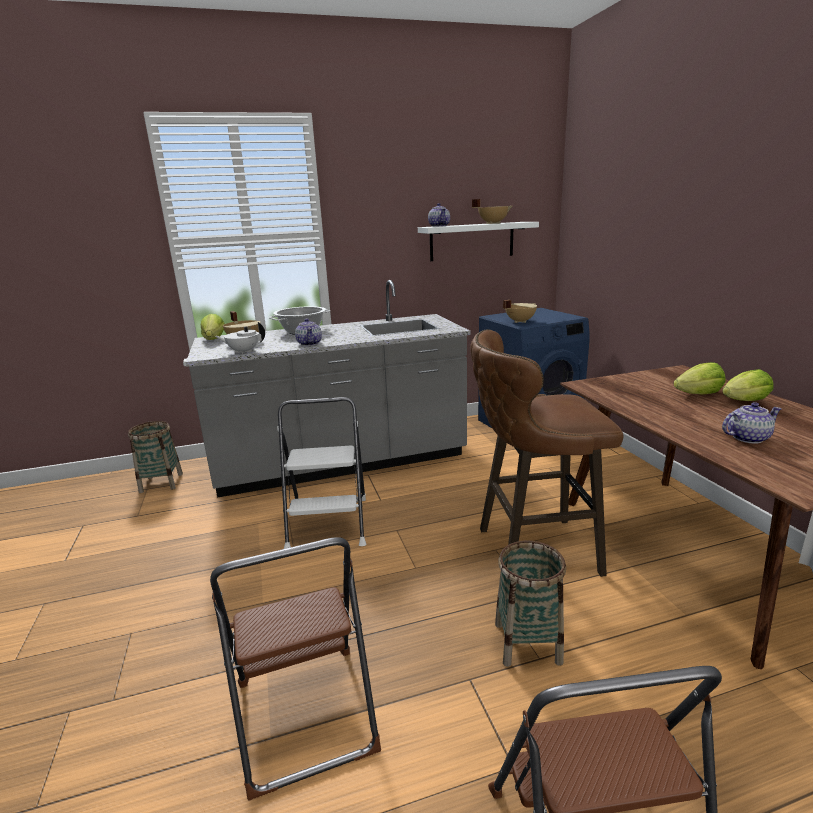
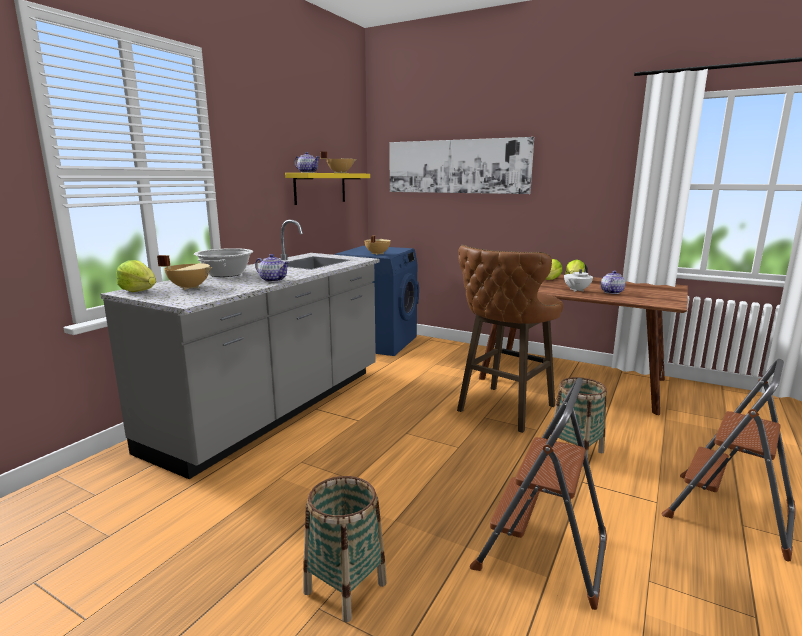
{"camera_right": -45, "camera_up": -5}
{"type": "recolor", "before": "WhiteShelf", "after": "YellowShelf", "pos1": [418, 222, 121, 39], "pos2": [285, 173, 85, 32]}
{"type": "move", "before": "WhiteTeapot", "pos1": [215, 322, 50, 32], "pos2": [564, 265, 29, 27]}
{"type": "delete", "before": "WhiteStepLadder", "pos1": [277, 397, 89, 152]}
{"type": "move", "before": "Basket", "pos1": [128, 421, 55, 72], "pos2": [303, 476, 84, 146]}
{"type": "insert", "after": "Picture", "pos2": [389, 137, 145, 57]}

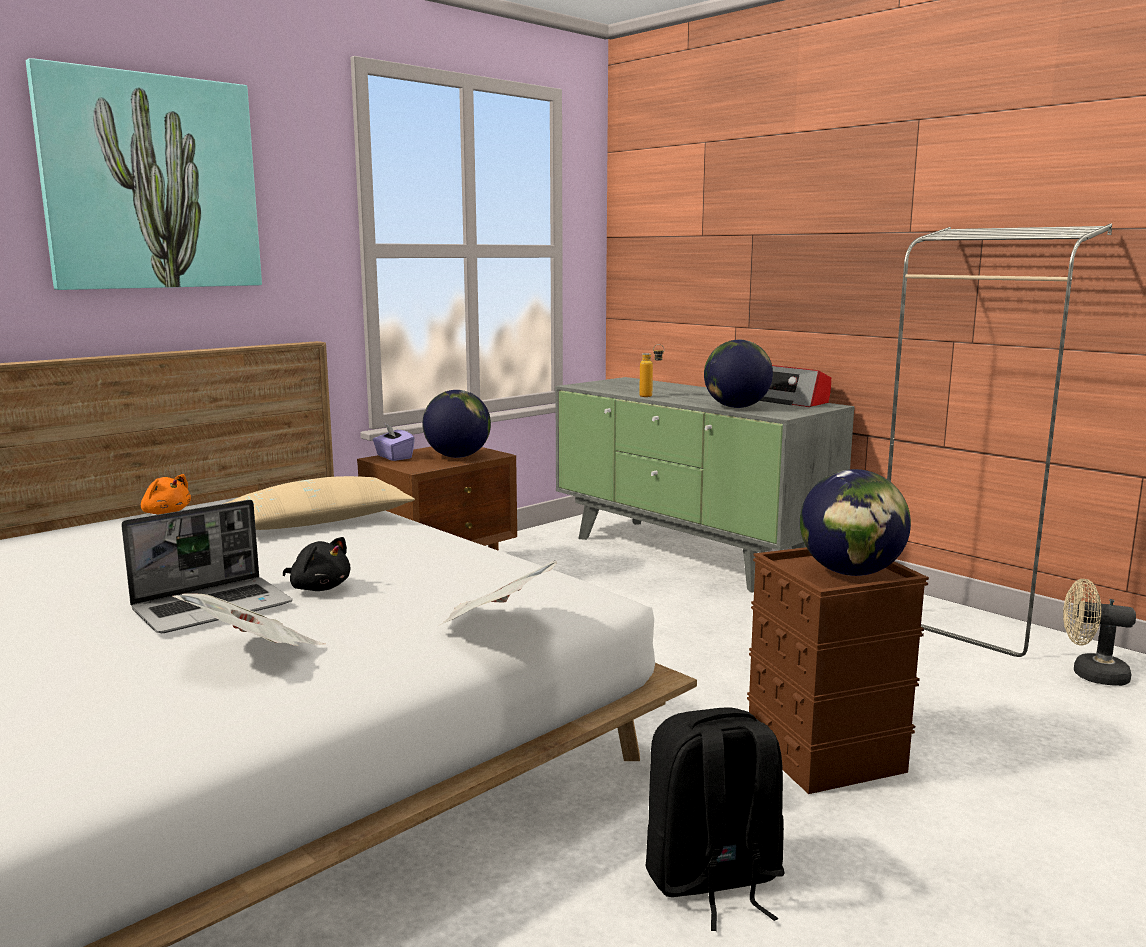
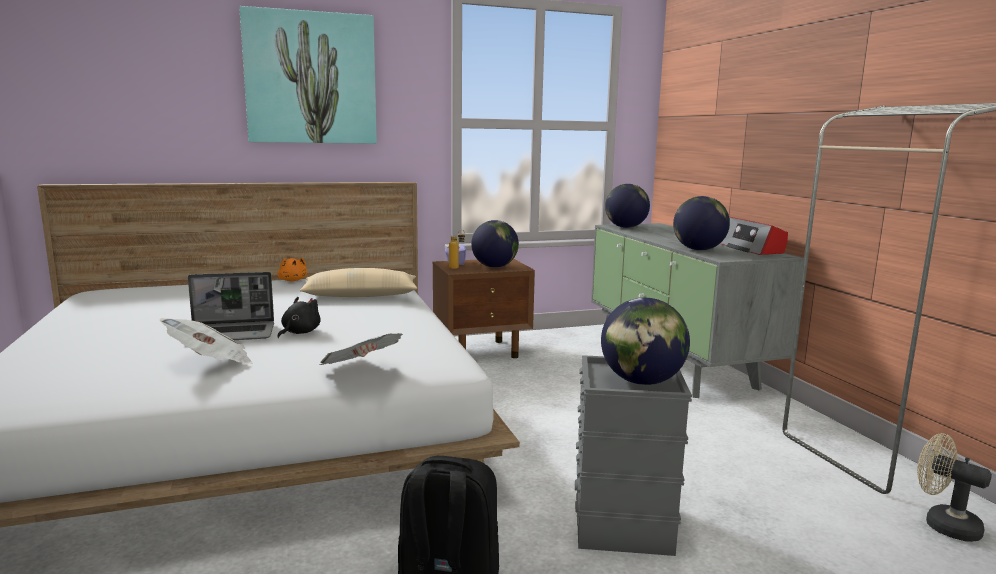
{"camera_right": 25, "camera_up": 0}
{"type": "move", "before": "Bottle", "pos1": [639, 344, 25, 53], "pos2": [449, 230, 16, 39]}
{"type": "rotate", "before": "BlackPlushToy", "pos1": [283, 537, 67, 54], "pos2": [277, 297, 44, 41], "turn": -120}
{"type": "recolor", "before": "BrownStorageBox", "after": "GreyStorageBox", "pos1": [747, 547, 182, 247], "pos2": [575, 355, 117, 201]}
{"type": "insert", "after": "Globe", "pos2": [605, 184, 45, 44]}

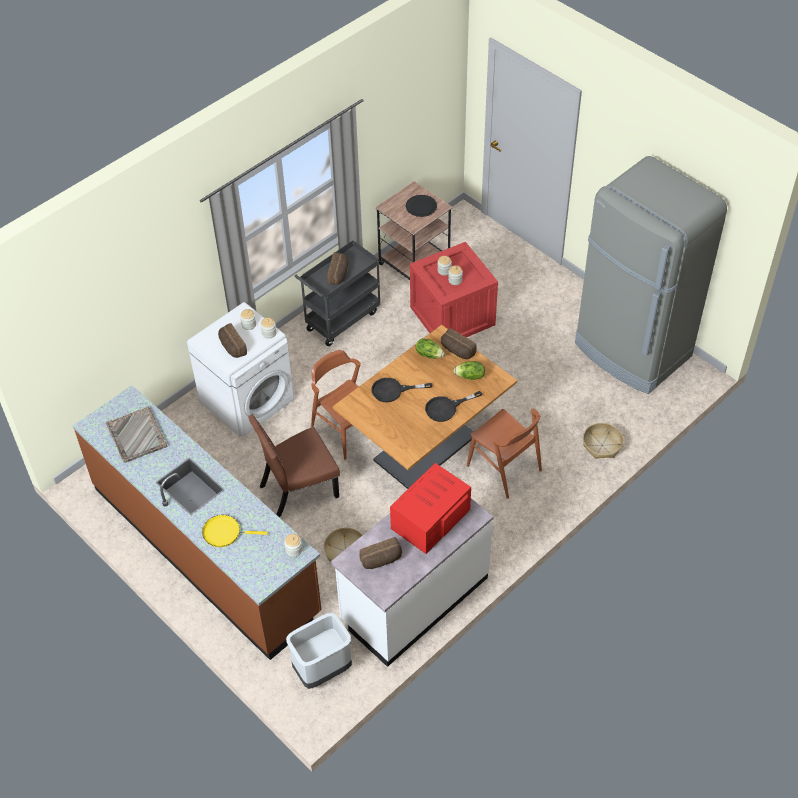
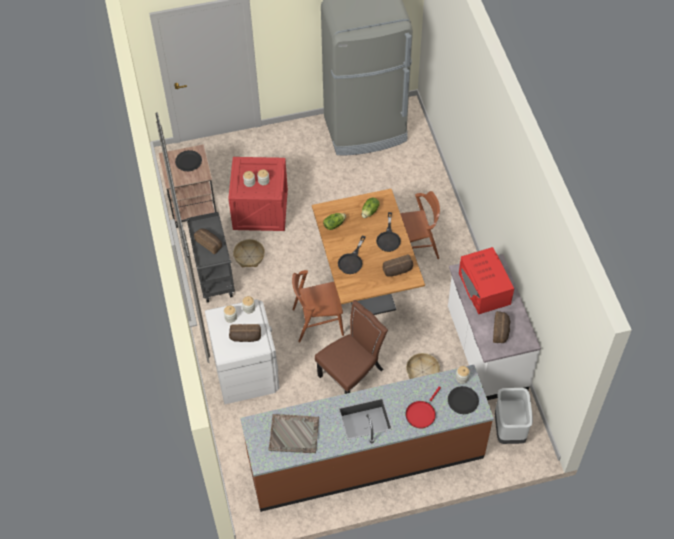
{"camera_right": -60, "camera_up": 5}
{"type": "move", "before": "Bread", "pos1": [441, 328, 36, 31], "pos2": [383, 254, 30, 23]}
{"type": "rotate", "before": "BrownChair", "pos1": [248, 415, 92, 102], "pos2": [315, 300, 73, 94], "turn": -135}
{"type": "move", "before": "Basket", "pos1": [583, 423, 41, 36], "pos2": [233, 239, 32, 29]}
{"type": "recolor", "before": "YellowFryingPan", "after": "RedFryingPan", "pos1": [202, 515, 66, 32], "pos2": [405, 387, 36, 41]}
{"type": "insert", "after": "BlackPlate", "pos2": [448, 386, 31, 28]}

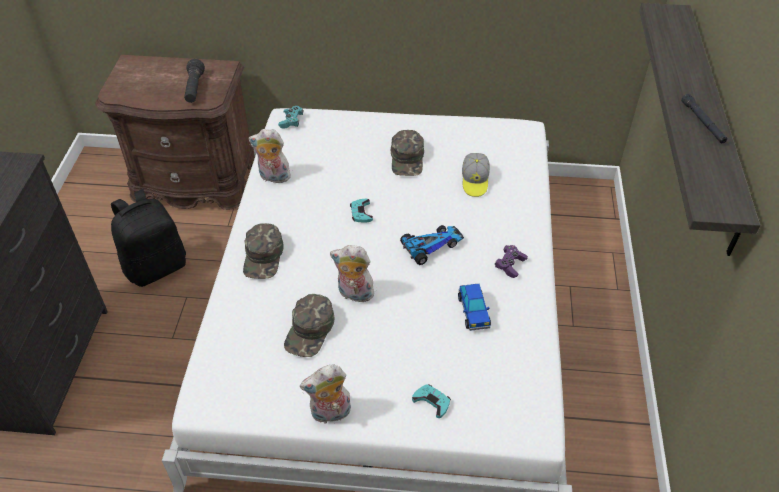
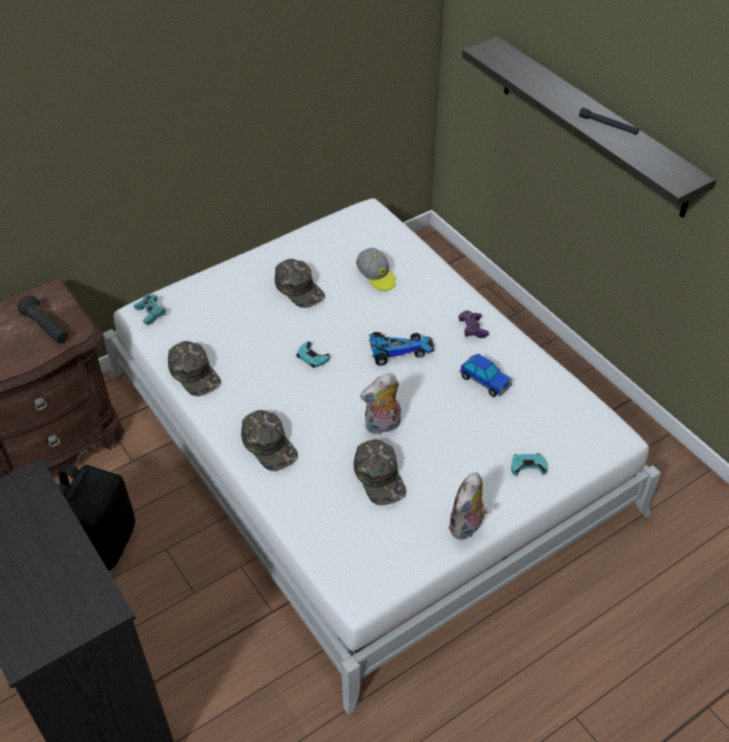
{"camera_right": -40, "camera_up": 0}
{"type": "replace", "before": "PlushToy", "after": "GreenCap", "pos1": [249, 129, 45, 54], "pos2": [168, 341, 53, 55]}
{"type": "rotate", "before": "ToyCar", "pos1": [400, 225, 64, 40], "pos2": [369, 332, 65, 34], "turn": 60}

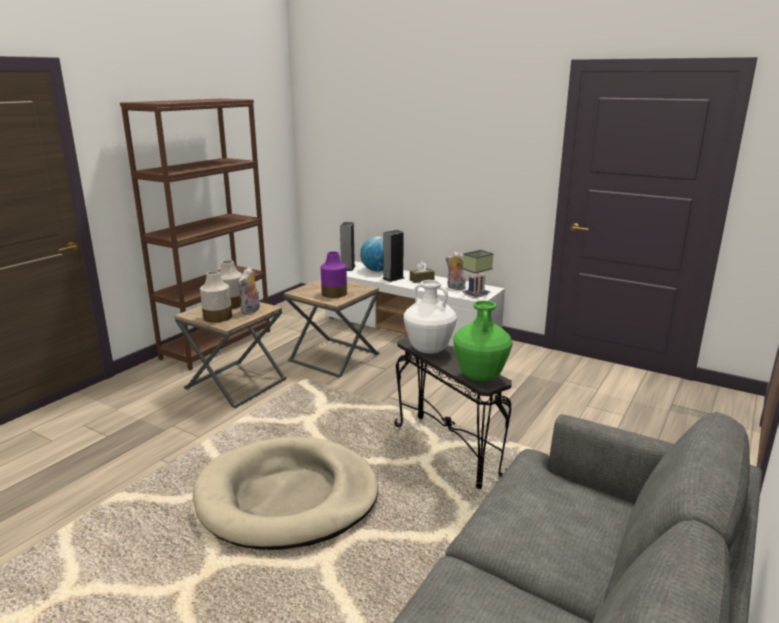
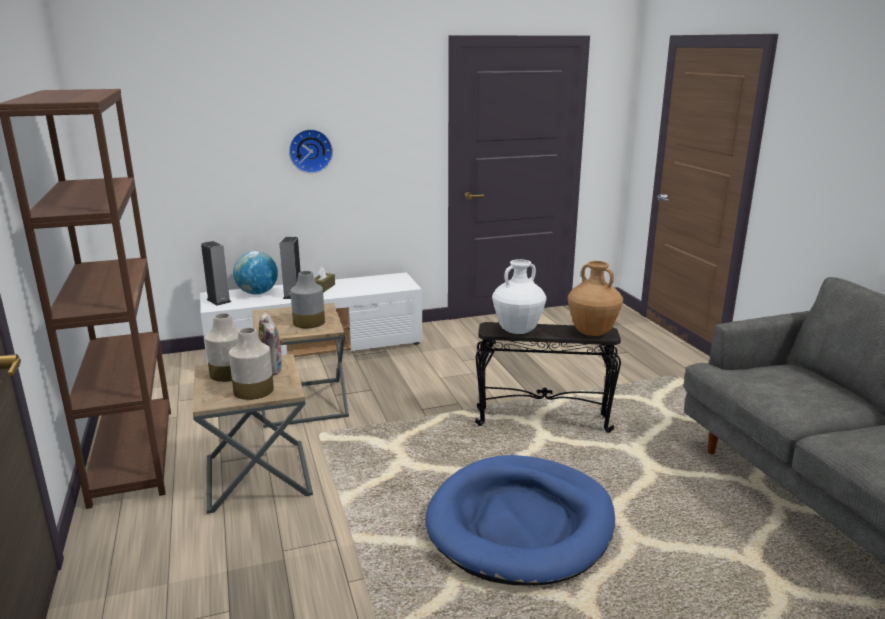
{"camera_right": -50, "camera_up": 0}
{"type": "delete", "before": "TableLamp", "pos1": [462, 250, 31, 48]}
{"type": "recolor", "before": "PurpleVase", "after": "GreyVase", "pos1": [321, 252, 26, 46], "pos2": [290, 271, 35, 57]}
{"type": "delete", "before": "PlushToy", "pos1": [446, 252, 20, 38]}
{"type": "recolor", "before": "GreenVase", "after": "BrownVase", "pos1": [453, 300, 59, 81], "pos2": [568, 261, 55, 75]}
{"type": "recolor", "before": "BeigeDogBed", "after": "BlueDogBed", "pos1": [193, 437, 185, 113], "pos2": [425, 455, 190, 130]}
{"type": "insert", "after": "WallClock", "pos2": [289, 129, 44, 44]}

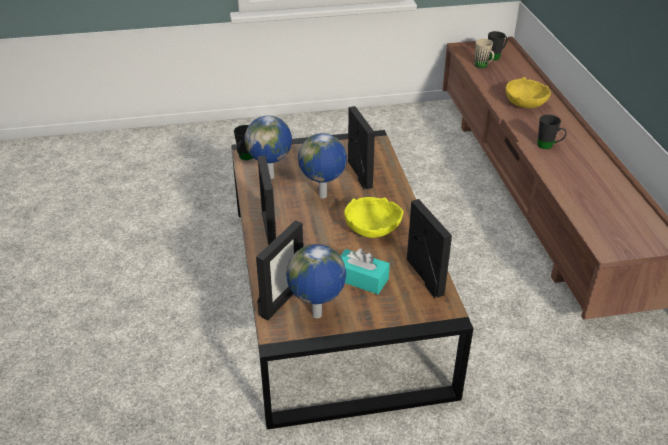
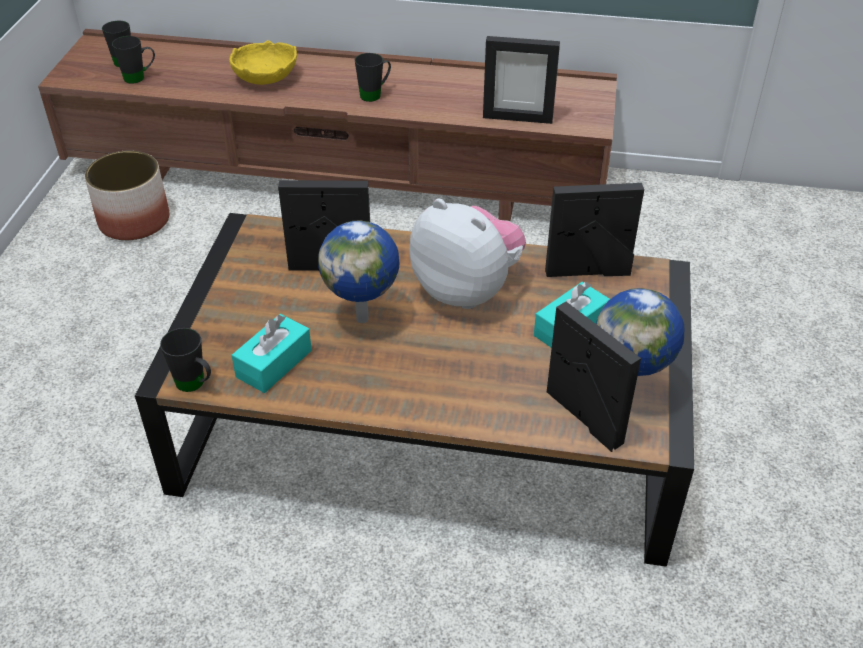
{"camera_right": -70, "camera_up": 5}
{"type": "recolor", "before": "BeigeMug", "after": "BlackMug", "pos1": [475, 39, 19, 29], "pos2": [112, 36, 43, 48]}
{"type": "replace", "before": "Globe", "after": "TurquoiseTissueBox", "pos1": [244, 116, 48, 63], "pos2": [232, 314, 80, 79]}
{"type": "move", "before": "PictureFrame", "pos1": [258, 155, 18, 90], "pos2": [483, 36, 77, 88]}
{"type": "replace", "before": "YellowBowl", "after": "PlushToy", "pos1": [344, 197, 59, 41], "pos2": [409, 199, 117, 110]}
{"type": "insert", "after": "Planter", "pos2": [85, 150, 84, 90]}

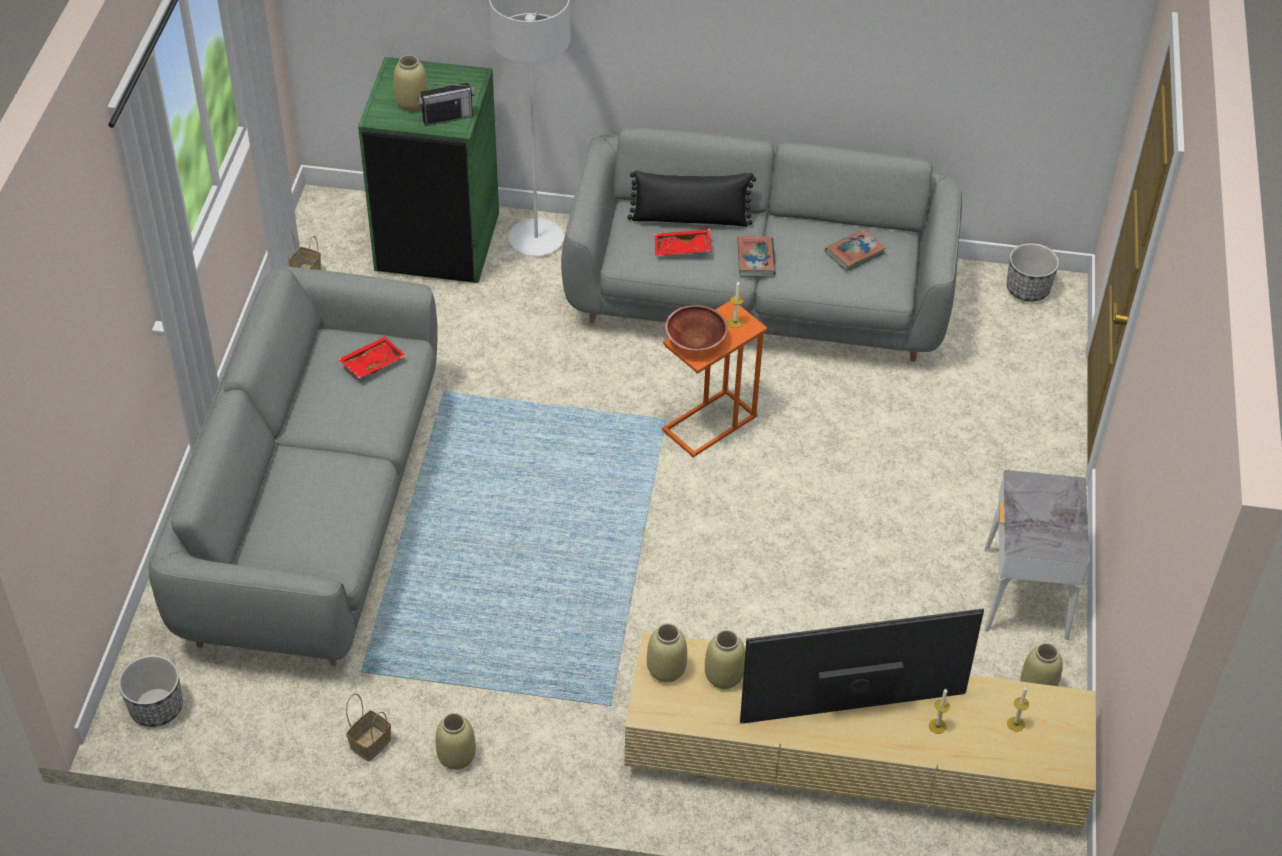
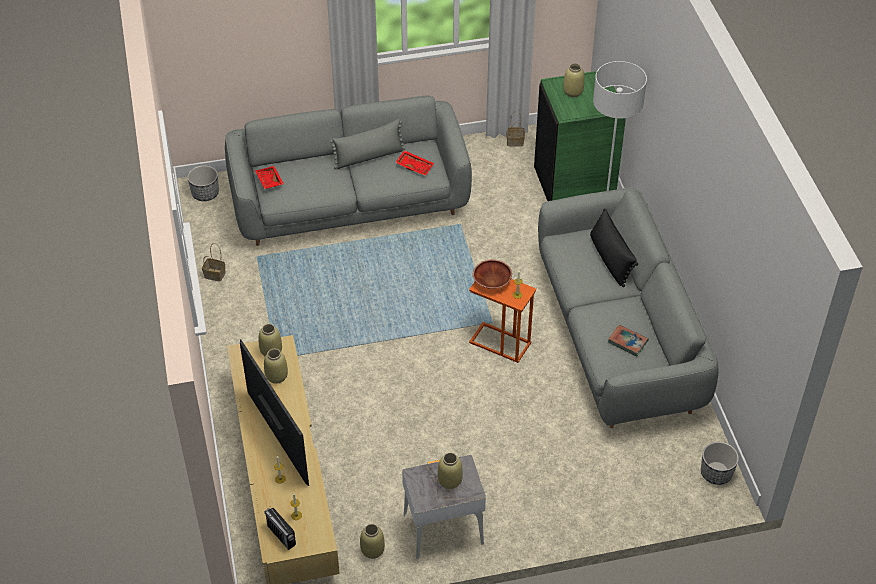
{"camera_right": 70, "camera_up": 0}
{"type": "move", "before": "Radio", "pos1": [418, 83, 57, 43], "pos2": [264, 506, 32, 44]}
{"type": "move", "before": "RedTray", "pos1": [655, 229, 56, 27], "pos2": [255, 166, 29, 23]}
{"type": "delete", "before": "Book", "pos1": [737, 236, 39, 41]}
{"type": "move", "before": "BeigeVase", "pos1": [436, 713, 40, 57], "pos2": [437, 452, 26, 37]}
{"type": "insert", "after": "GreyPillow", "pos2": [330, 119, 76, 50]}

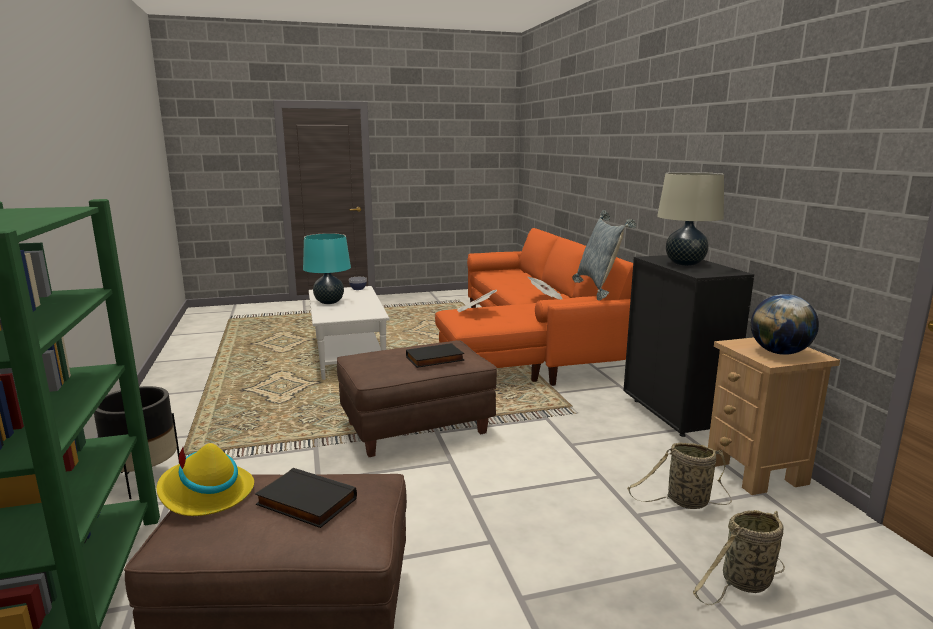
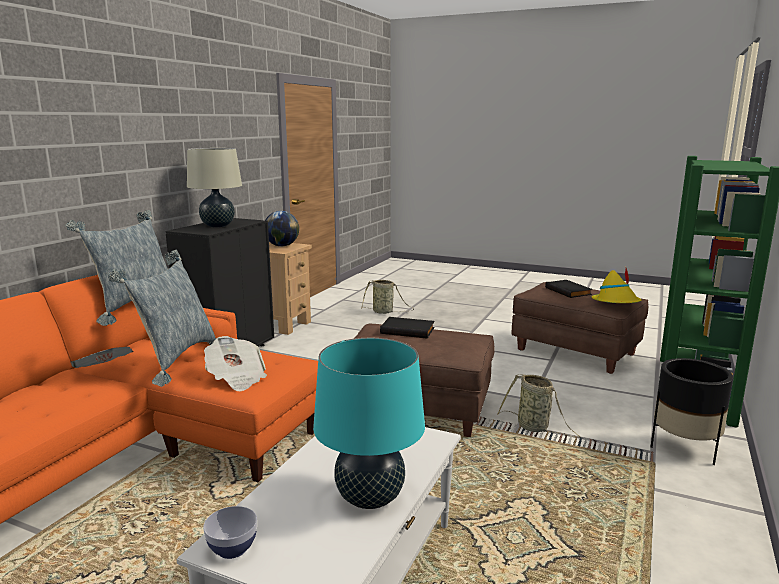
{"camera_right": -140, "camera_up": 0}
{"type": "move", "before": "Basket", "pos1": [627, 443, 105, 66], "pos2": [497, 374, 84, 64]}
{"type": "insert", "after": "Pillow", "pos2": [107, 249, 109, 138]}

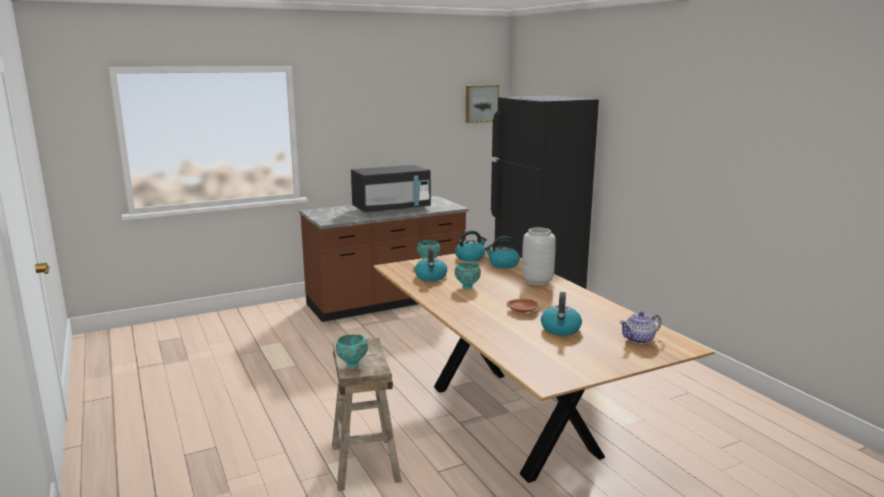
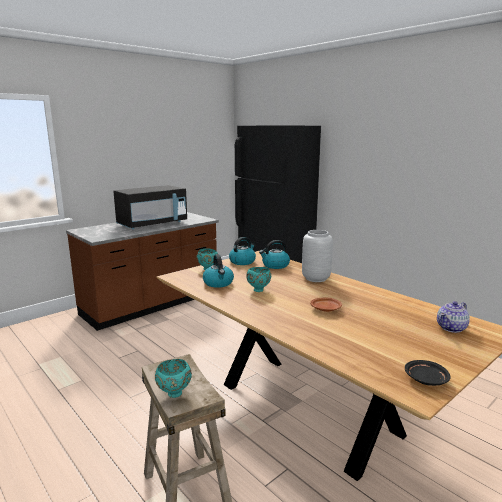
{"camera_right": -15, "camera_up": 0}
{"type": "delete", "before": "Picture", "pos1": [466, 85, 33, 38]}
{"type": "delete", "before": "Kettle", "pos1": [541, 292, 41, 44]}
{"type": "insert", "after": "BlackPlate", "pos2": [405, 360, 46, 26]}

